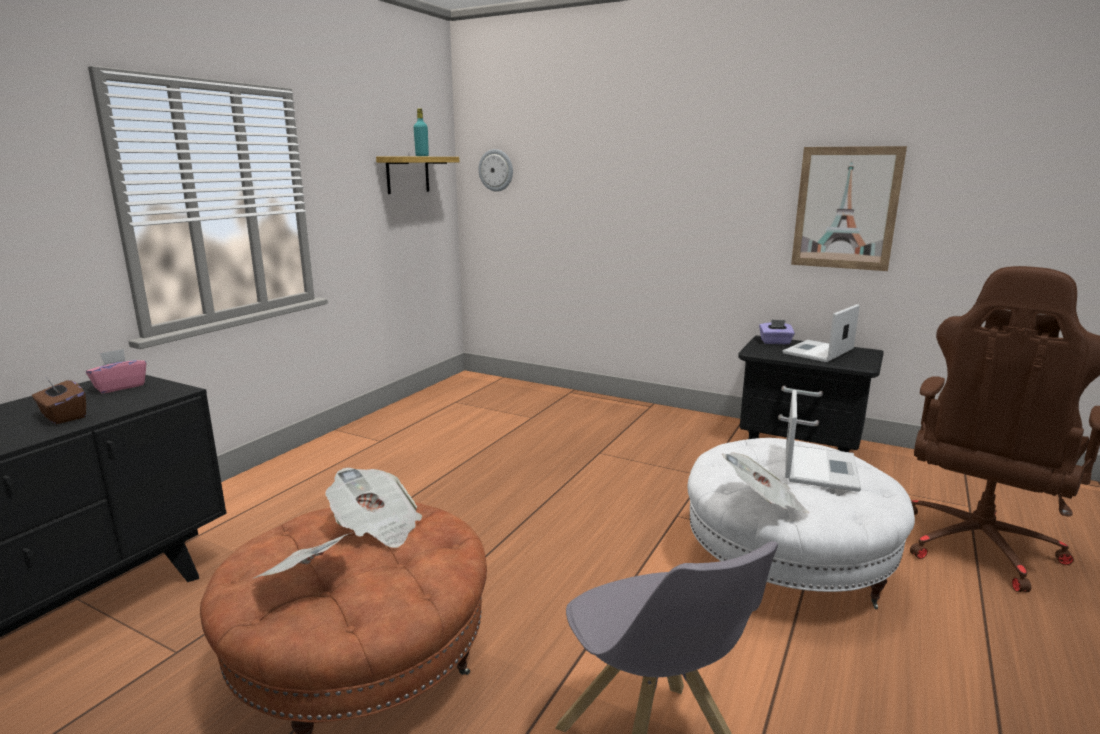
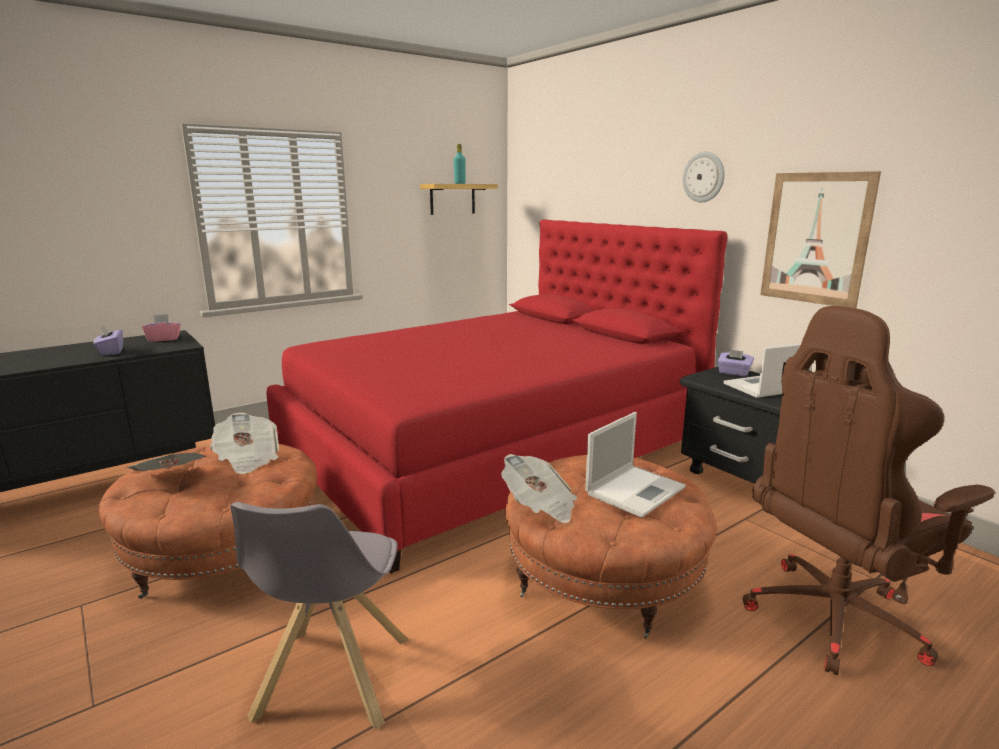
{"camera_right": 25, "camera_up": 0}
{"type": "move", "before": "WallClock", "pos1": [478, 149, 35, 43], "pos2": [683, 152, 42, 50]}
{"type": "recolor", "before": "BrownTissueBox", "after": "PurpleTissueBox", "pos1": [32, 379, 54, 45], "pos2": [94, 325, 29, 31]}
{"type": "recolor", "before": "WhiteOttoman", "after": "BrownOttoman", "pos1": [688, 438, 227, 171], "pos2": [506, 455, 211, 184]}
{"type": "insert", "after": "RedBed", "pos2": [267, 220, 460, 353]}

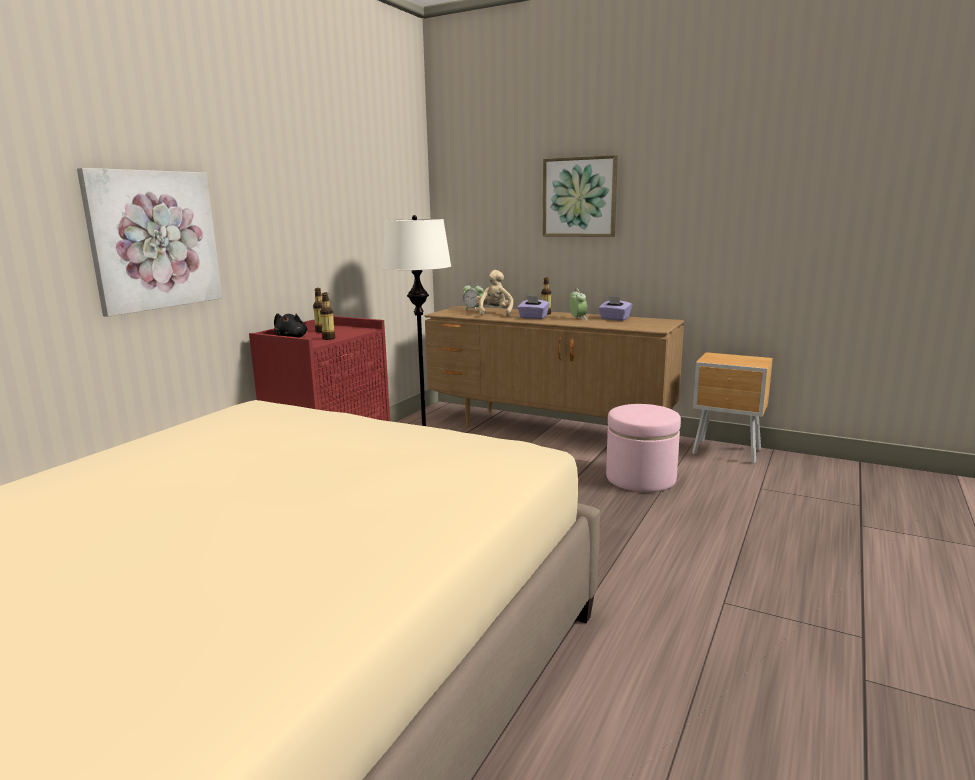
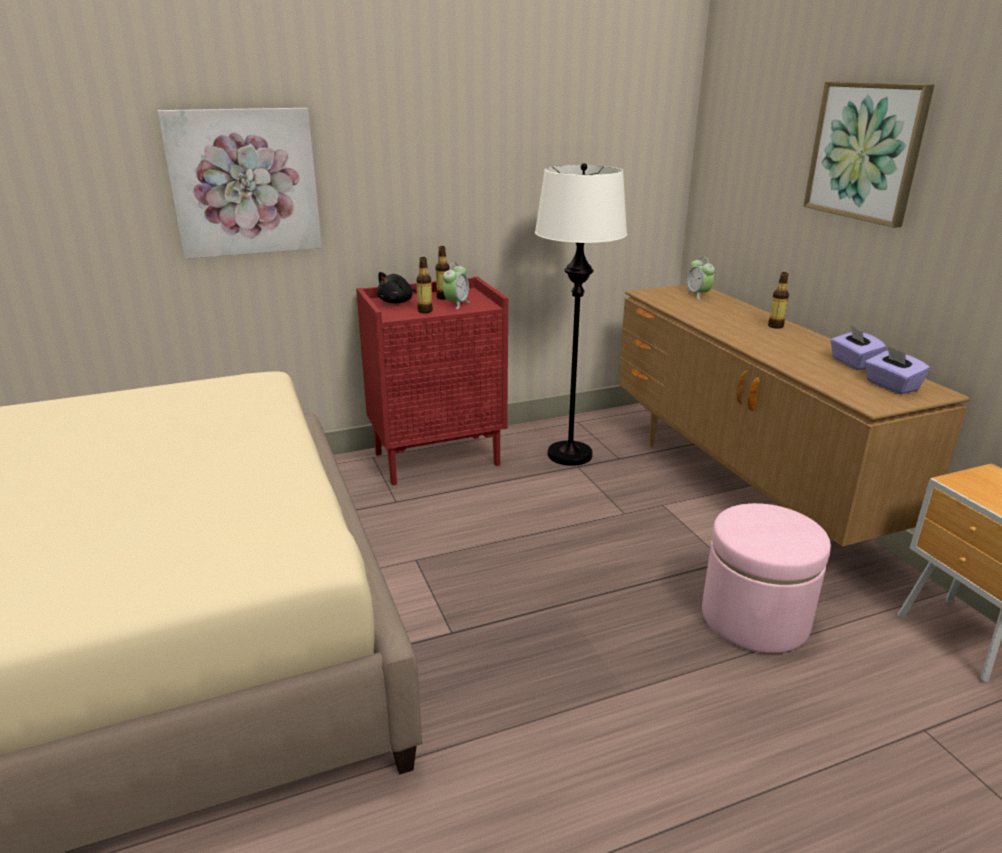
{"camera_right": 40, "camera_up": 10}
{"type": "delete", "before": "BeigePlushToy", "pos1": [476, 270, 37, 47]}
{"type": "move", "before": "AlarmClock", "pos1": [569, 289, 18, 31], "pos2": [443, 262, 26, 47]}
{"type": "move", "before": "PurpleTissueBox", "pos1": [517, 296, 33, 23], "pos2": [865, 346, 65, 48]}

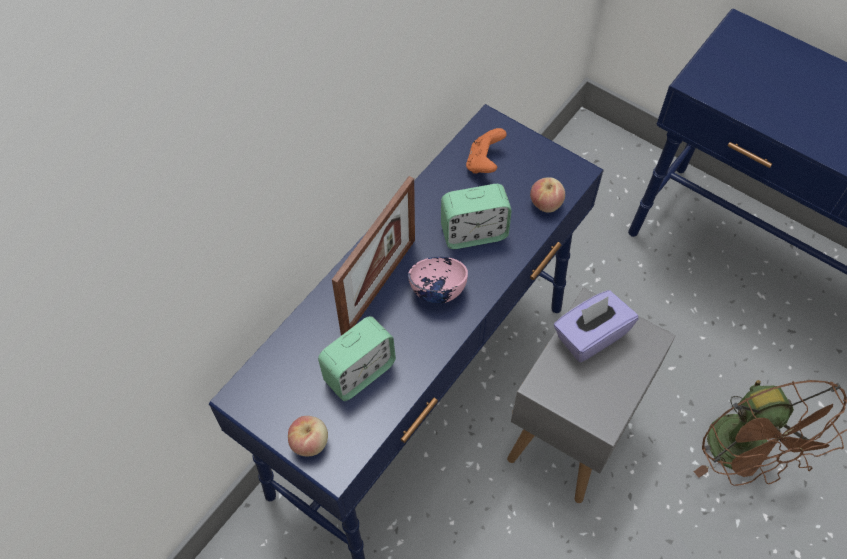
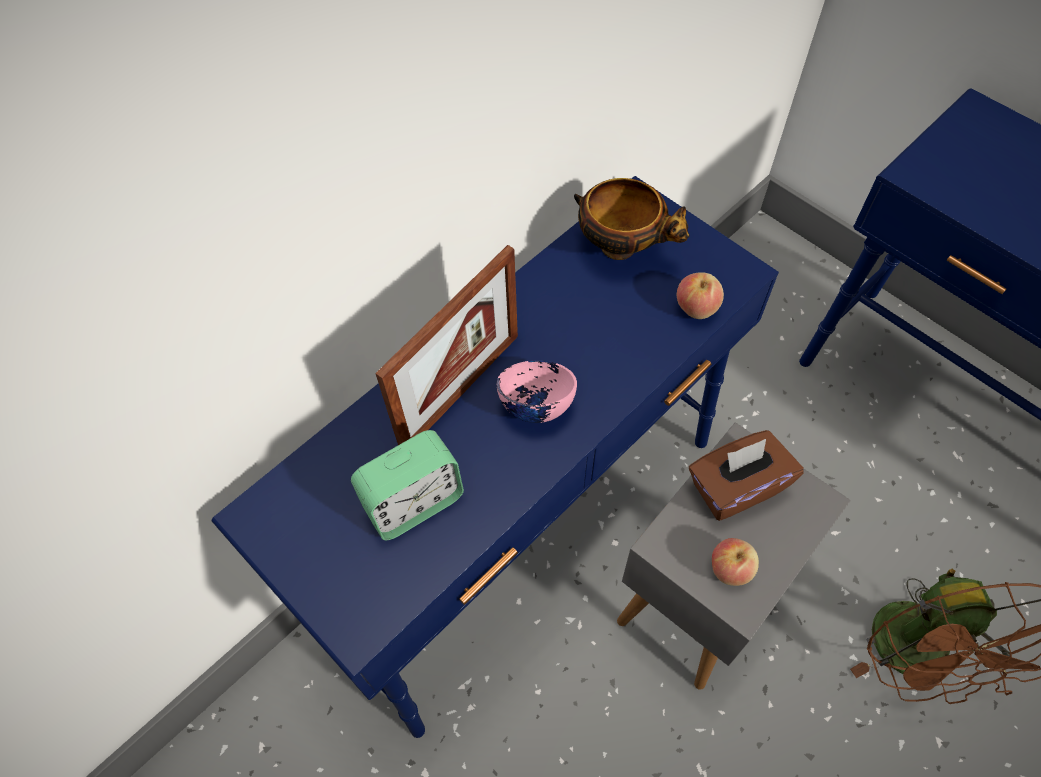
{"camera_right": 10, "camera_up": 0}
{"type": "replace", "before": "OrangeGameController", "after": "Bowl", "pos1": [466, 128, 41, 46], "pos2": [574, 178, 115, 82]}
{"type": "delete", "before": "AlarmClock", "pos1": [441, 184, 71, 65]}
{"type": "recolor", "before": "PurpleTissueBox", "after": "BrownTissueBox", "pos1": [554, 290, 84, 73], "pos2": [689, 430, 115, 91]}
{"type": "move", "before": "Apple", "pos1": [288, 416, 40, 41], "pos2": [712, 538, 47, 48]}

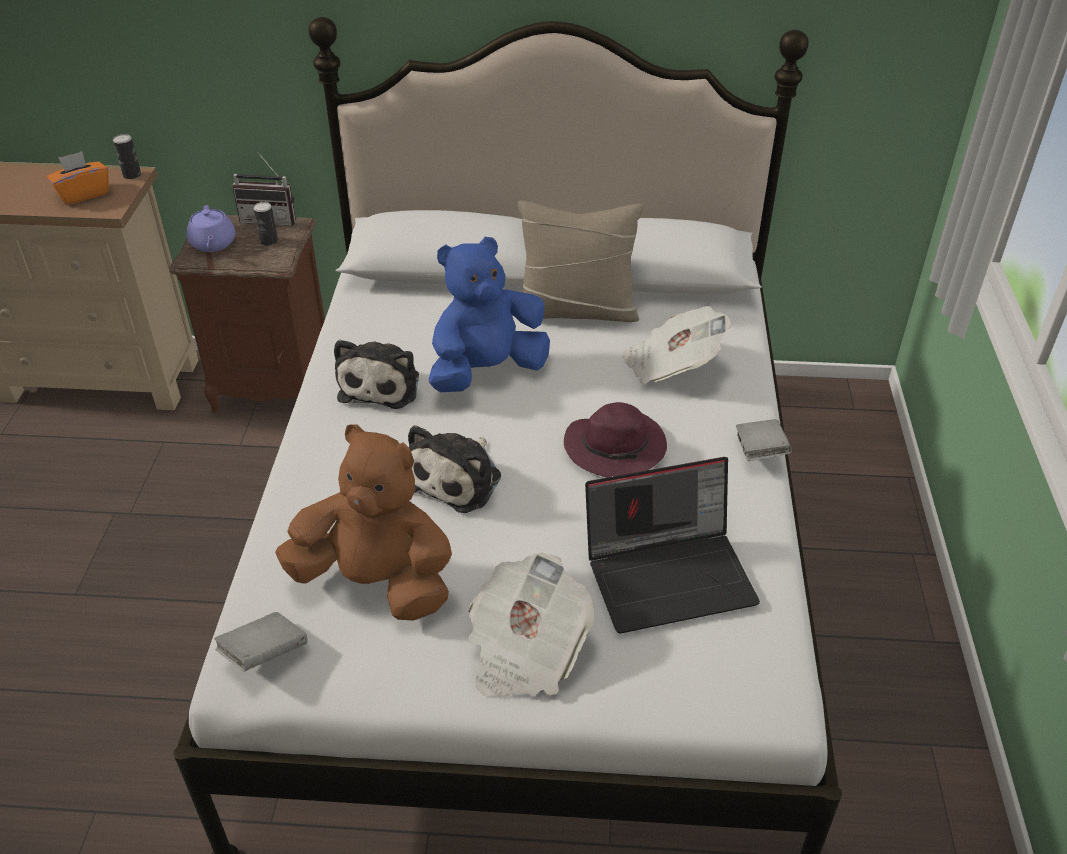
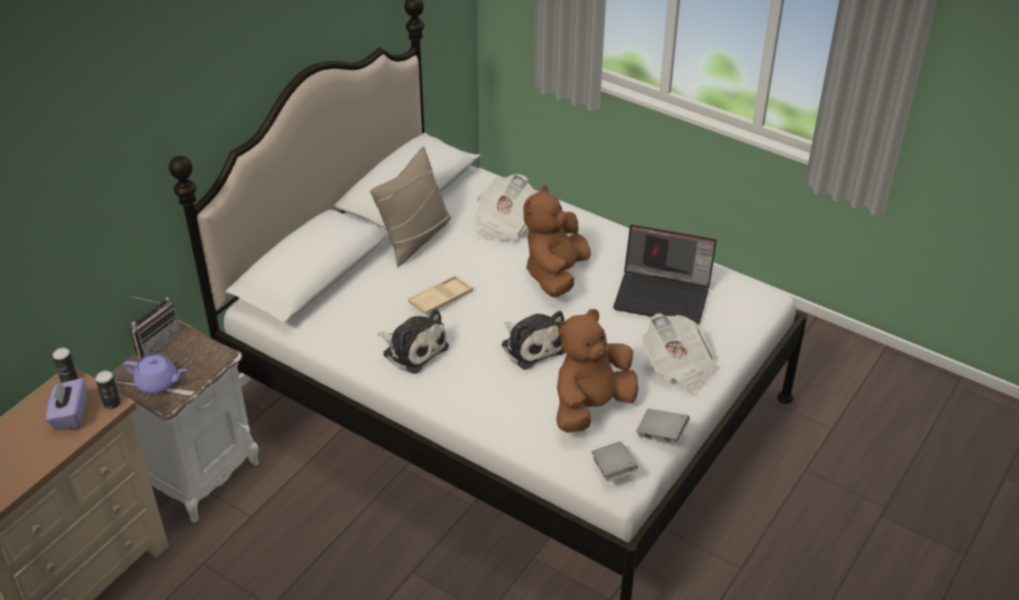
{"camera_right": -60, "camera_up": 0}
{"type": "recolor", "before": "OrangeTissueBox", "after": "PurpleTissueBox", "pos1": [47, 151, 62, 54], "pos2": [46, 378, 41, 52]}
{"type": "move", "before": "Can", "pos1": [253, 202, 25, 44], "pos2": [95, 370, 25, 39]}
{"type": "recolor", "before": "BrownNightstand", "after": "WhiteNightstand", "pos1": [169, 215, 156, 198], "pos2": [111, 320, 148, 203]}
{"type": "replace", "before": "BluePlushToy", "after": "BeigeTray", "pos1": [429, 237, 121, 155], "pos2": [408, 275, 65, 40]}
{"type": "replace", "before": "PurpleHat", "after": "BrownPlushToy", "pos1": [564, 402, 103, 76], "pos2": [523, 185, 68, 112]}
{"type": "move", "before": "GreyBook", "pos1": [736, 419, 56, 42], "pos2": [636, 409, 54, 35]}
{"type": "rotate", "before": "Laptop", "pos1": [585, 457, 175, 176], "pos2": [613, 225, 104, 100], "turn": 90}

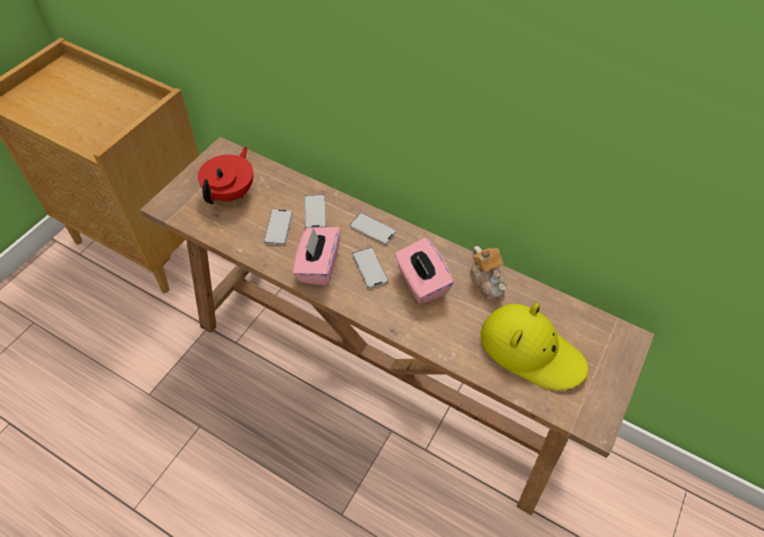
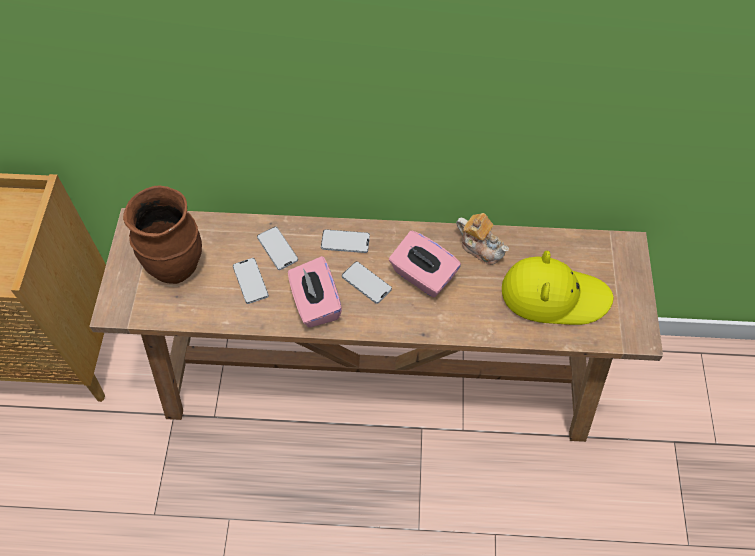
{"camera_right": -25, "camera_up": 5}
{"type": "replace", "before": "RedTeapot", "after": "BrownVase", "pos1": [198, 146, 55, 58], "pos2": [123, 186, 79, 98]}

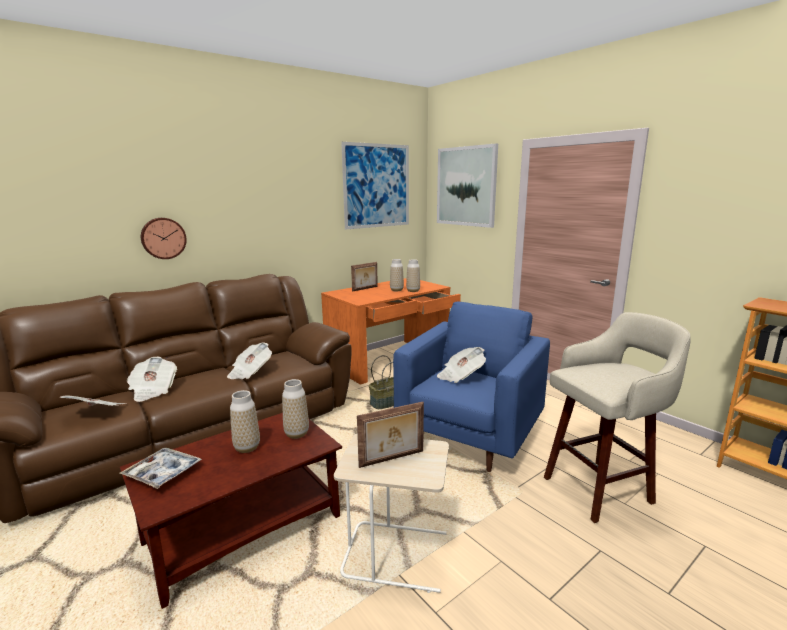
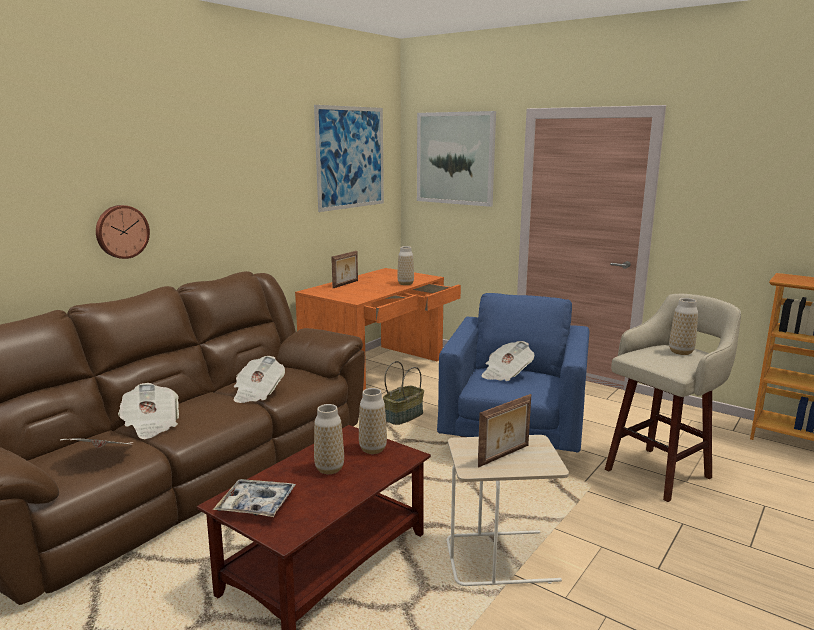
{"camera_right": -15, "camera_up": 0}
{"type": "move", "before": "Vase", "pos1": [390, 259, 14, 32], "pos2": [669, 298, 29, 57]}

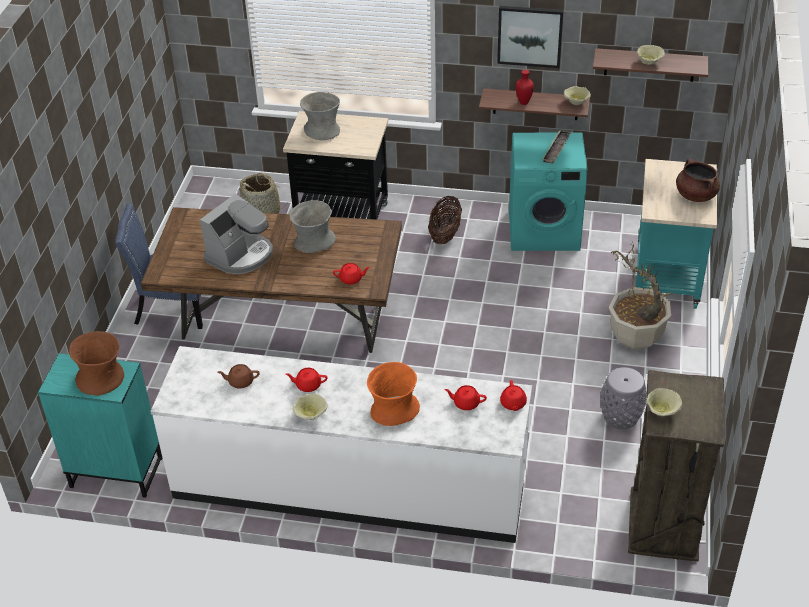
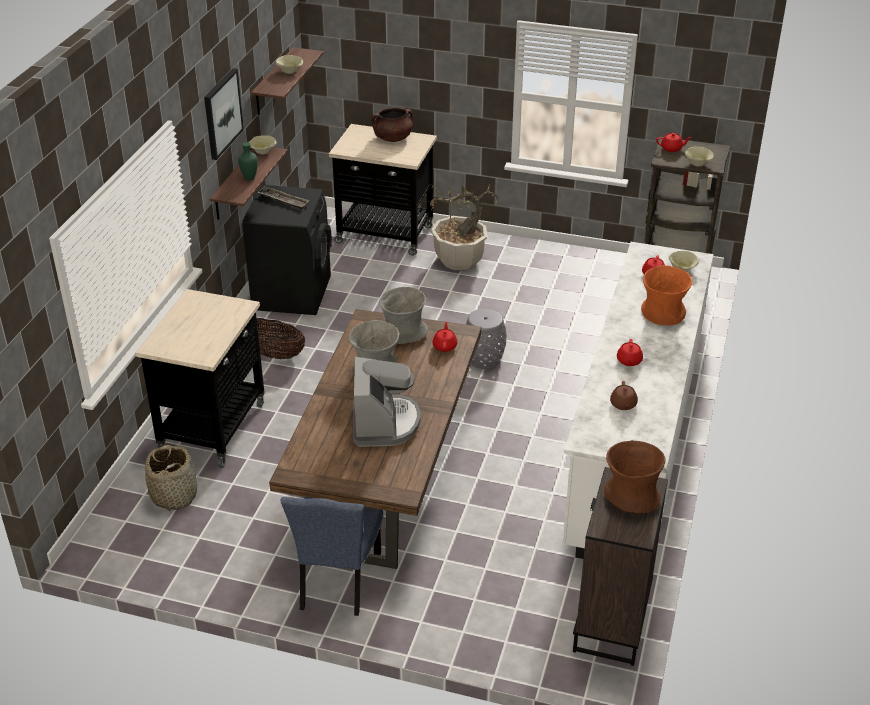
{"camera_right": -85, "camera_up": -5}
{"type": "recolor", "before": "RedVase", "after": "GreenVase", "pos1": [516, 70, 18, 35], "pos2": [238, 142, 20, 39]}
{"type": "move", "before": "GreyVase", "pos1": [300, 92, 40, 48], "pos2": [379, 287, 49, 57]}
{"type": "recolor", "before": "TurquoiseWashingMachine", "after": "BlackWashingMachine", "pos1": [509, 132, 78, 119], "pos2": [242, 185, 90, 130]}
{"type": "recolor", "before": "TurquoiseCart", "after": "BlackCart", "pos1": [636, 159, 81, 150], "pos2": [329, 124, 108, 132]}
{"type": "rotate", "before": "CoffeeMachine", "pos1": [200, 194, 73, 80], "pos2": [353, 357, 68, 90], "turn": 45}
{"type": "recolor", "before": "TurquoiseDresser", "after": "BrownDresser", "pos1": [37, 353, 125, 145], "pos2": [573, 467, 95, 199]}
{"type": "move", "before": "GreyStool", "pos1": [600, 367, 47, 62], "pos2": [466, 309, 41, 60]}
{"type": "move", "before": "RedTeapot", "pos1": [500, 380, 27, 31], "pos2": [656, 133, 35, 19]}
{"type": "move", "before": "BeigeBowl", "pos1": [293, 394, 35, 26], "pos2": [669, 251, 30, 21]}

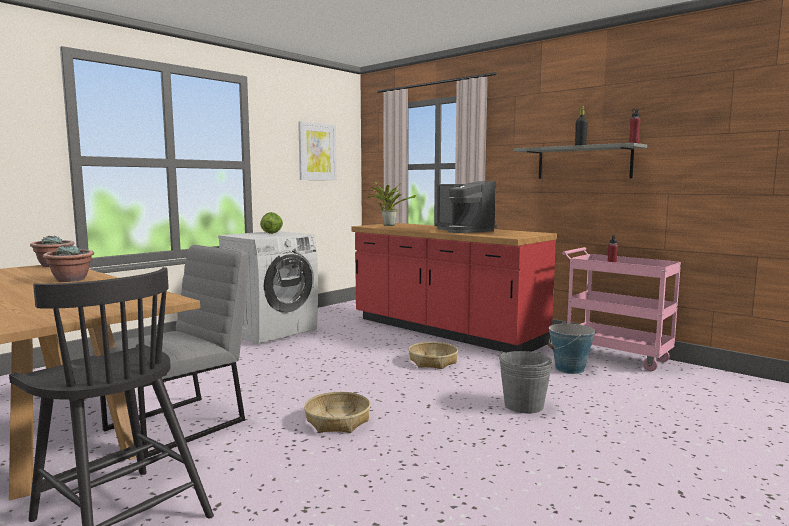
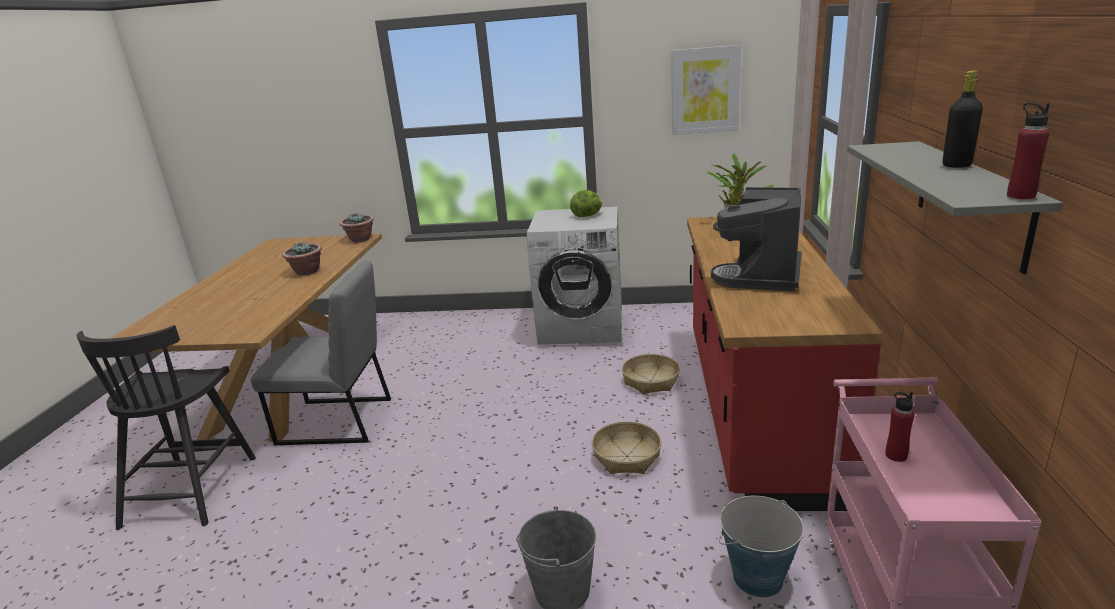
{"camera_right": 55, "camera_up": 15}
{"type": "move", "before": "Basket", "pos1": [304, 392, 67, 41], "pos2": [622, 354, 58, 40]}

